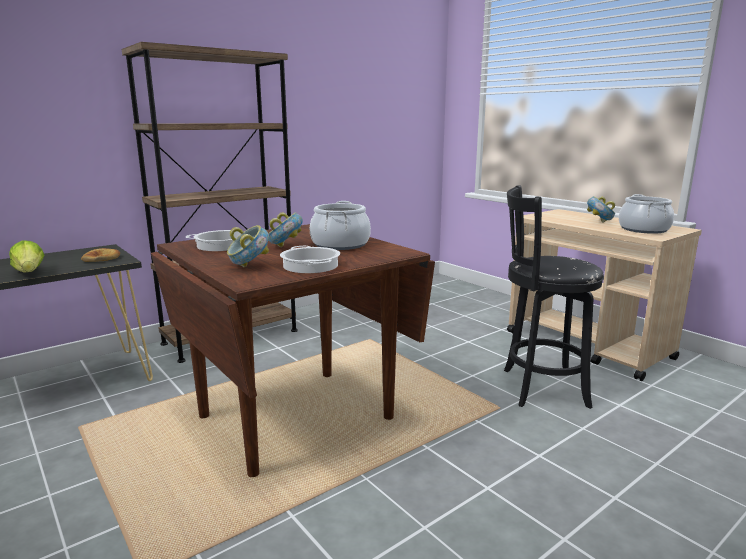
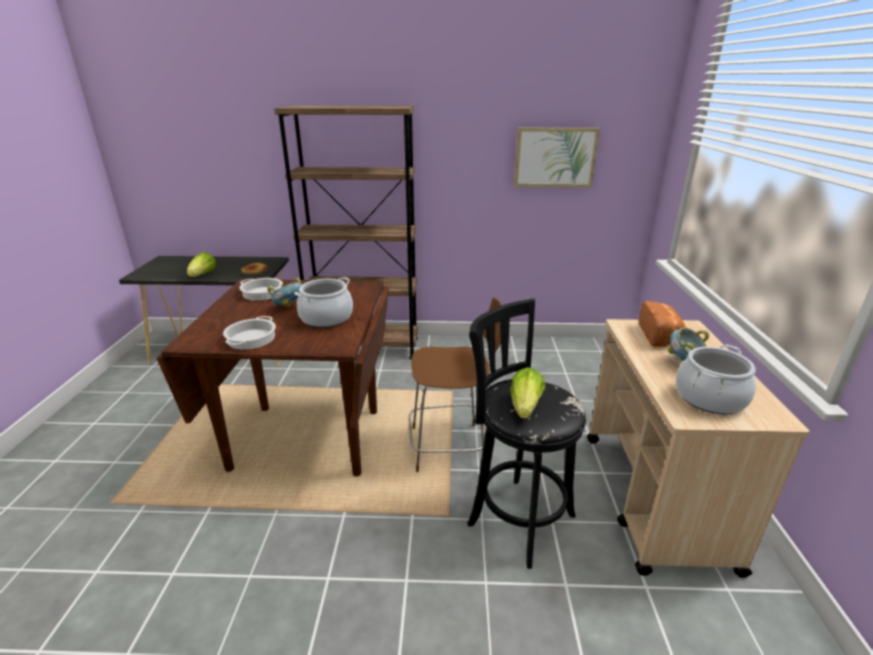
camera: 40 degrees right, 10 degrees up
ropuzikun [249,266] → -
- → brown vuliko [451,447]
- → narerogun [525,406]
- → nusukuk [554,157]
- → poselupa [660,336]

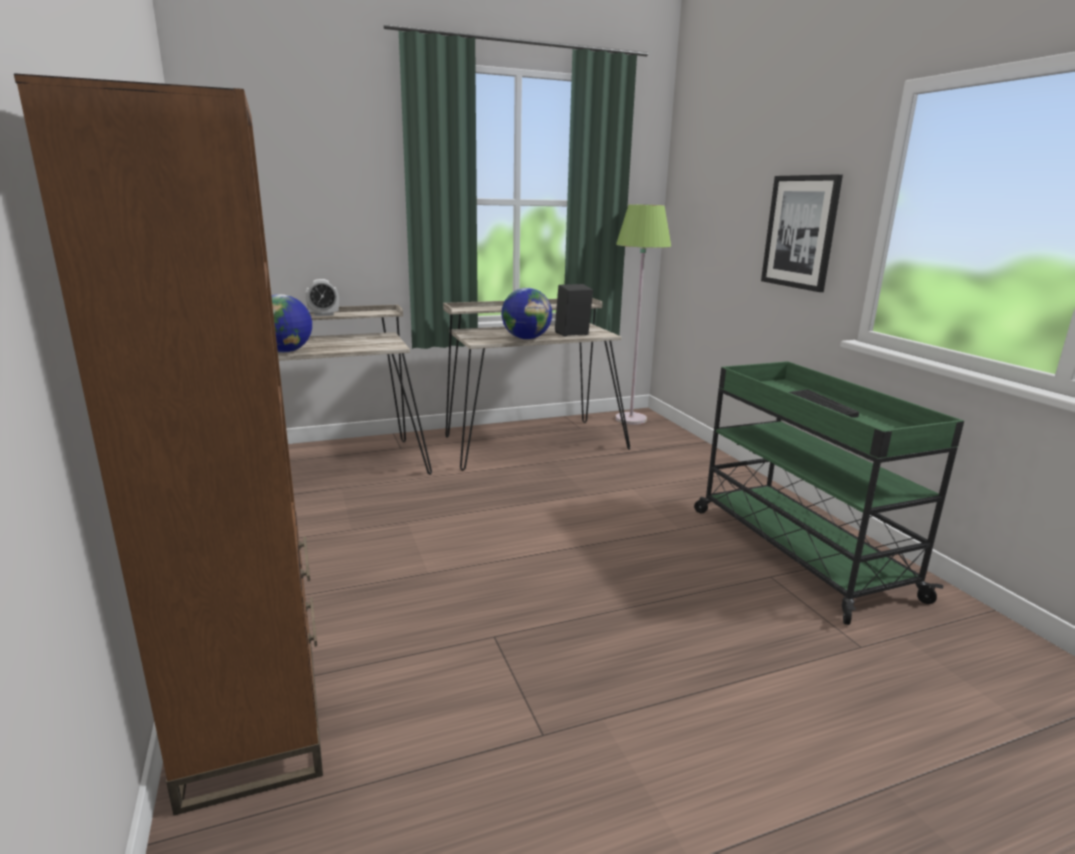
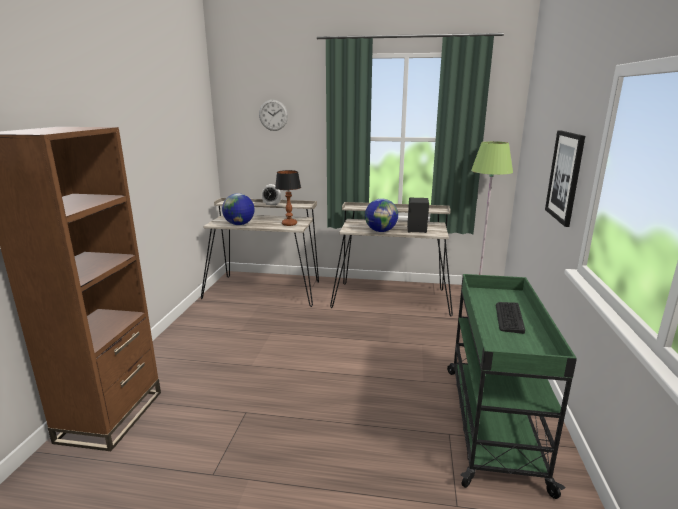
camera: 30 degrees right, 0 degrees up
- → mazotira [273,115]
- → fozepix [289,224]

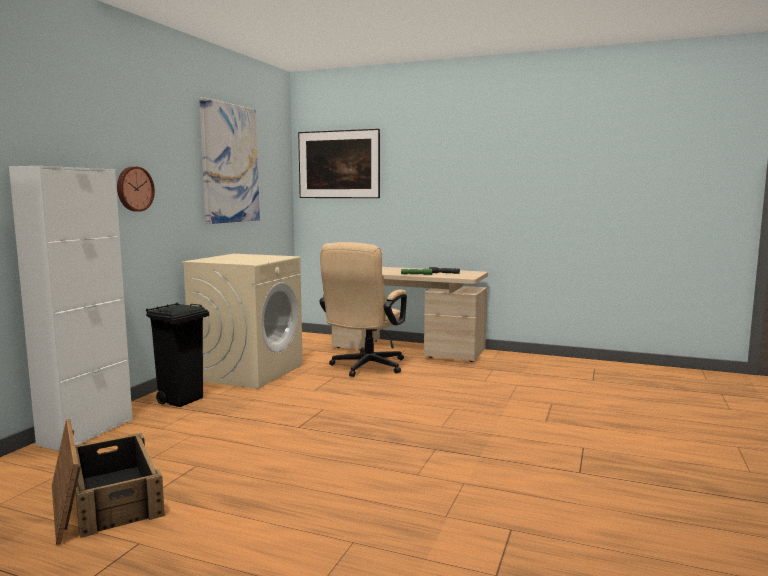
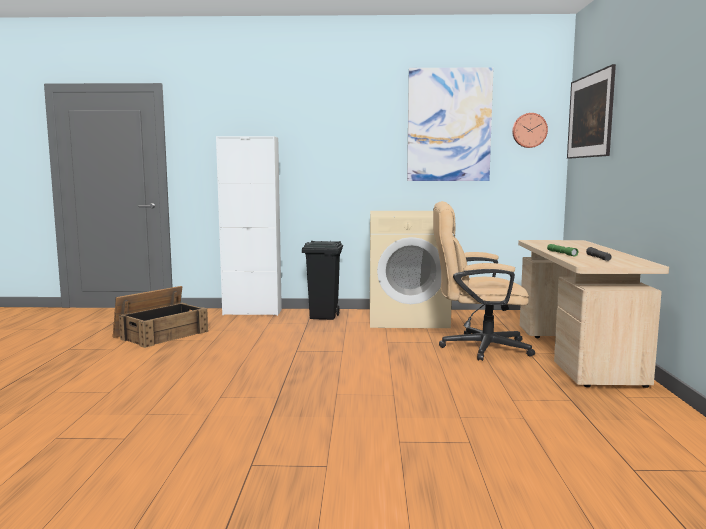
camera: 70 degrees right, 0 degrees up
mazotira [134,189] → mazotira [529,130], move

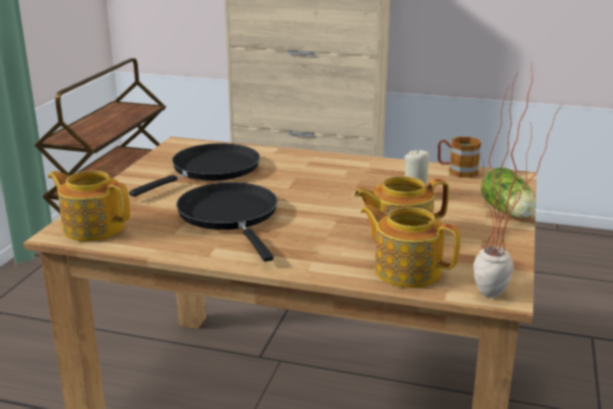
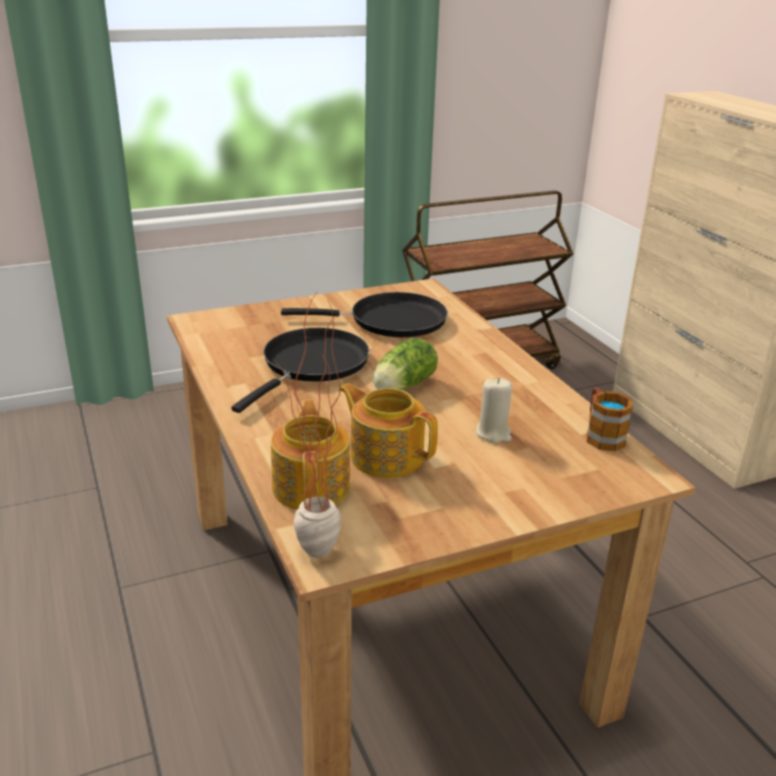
camera: 50 degrees right, 5 degrees up
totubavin [93,227] → -
narerogun [508,213] → narerogun [401,386], move

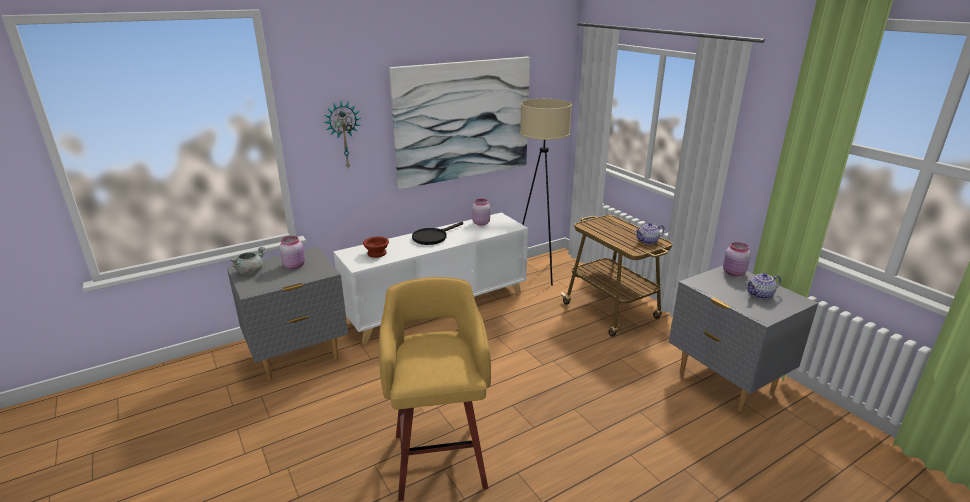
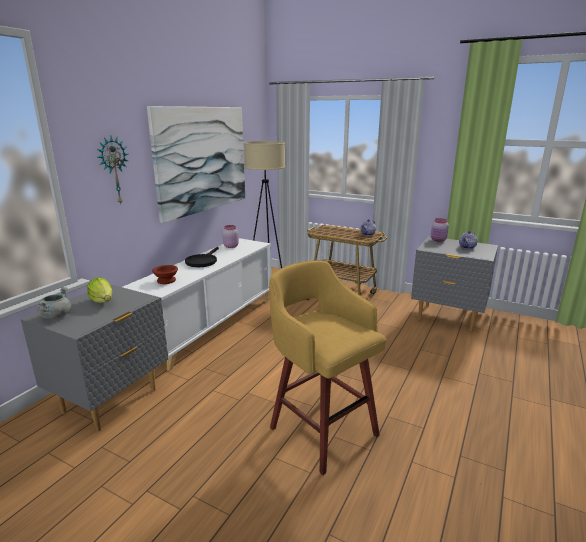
camera: 30 degrees left, 5 degrees down
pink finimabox [294,265] → narerogun [103,301]

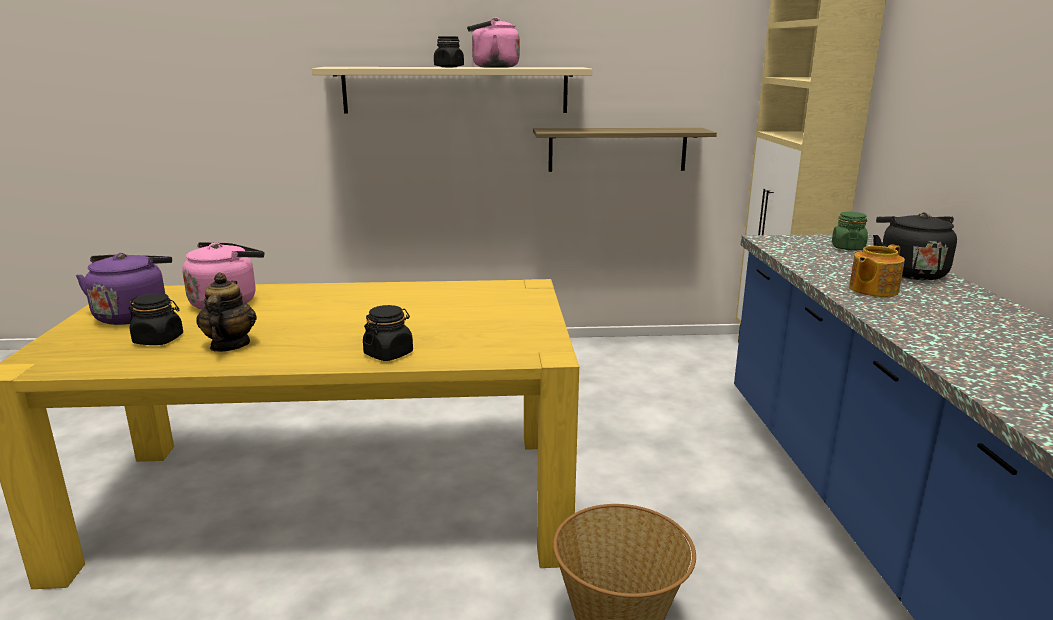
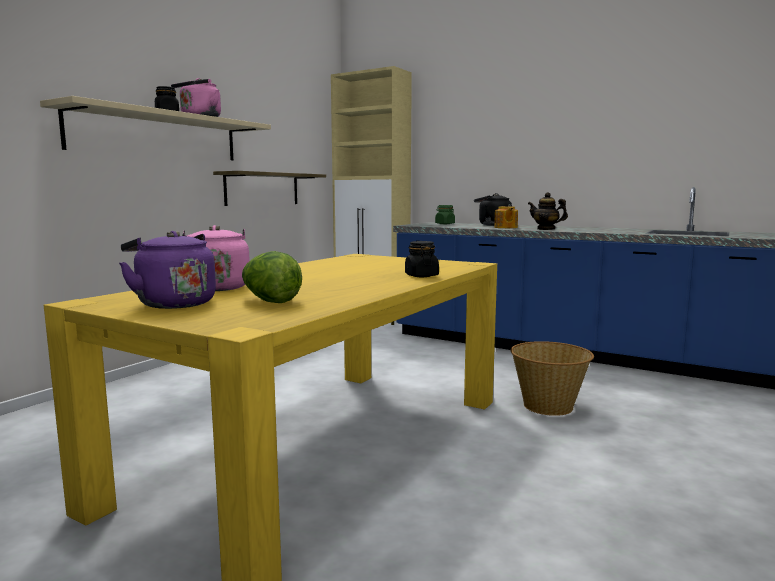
camera: 55 degrees left, 10 degrees down
totubavin [229,345] → totubavin [546,229], move
black finimabox [159,340] → narerogun [270,301]

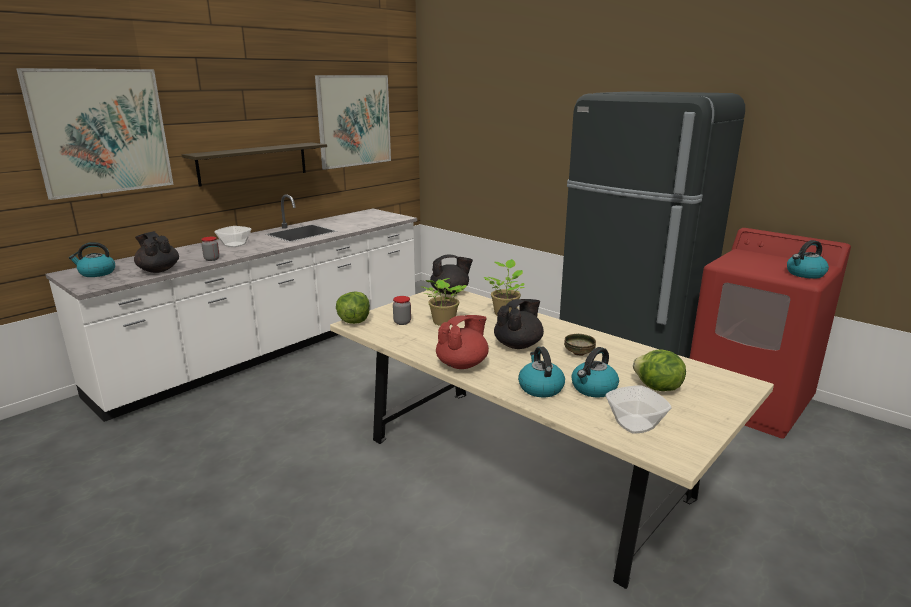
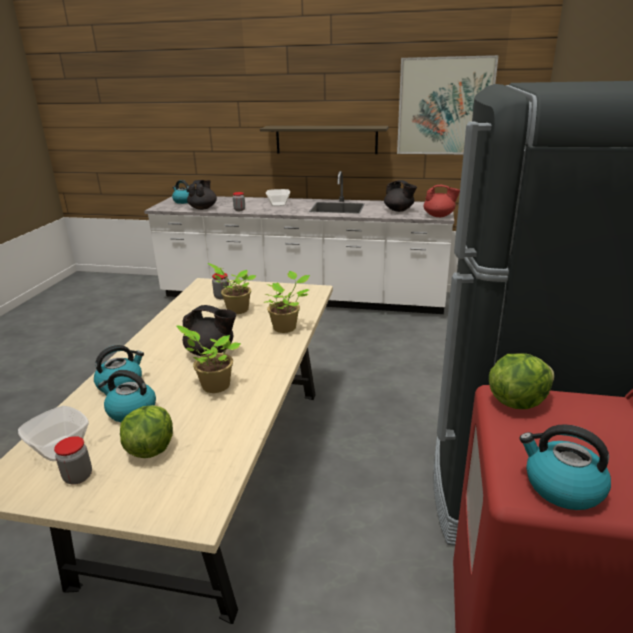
camera: 60 degrees right, 5 degrees up
nusukuk [101,132] → -
- → finimabox [78,477]
narerogun [354,321] → narerogun [516,401], move
black totubavin [450,292] → black totubavin [399,210], move
red totubavin [462,364] → red totubavin [439,216], move
ropuzikun [579,353] → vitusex [213,385]

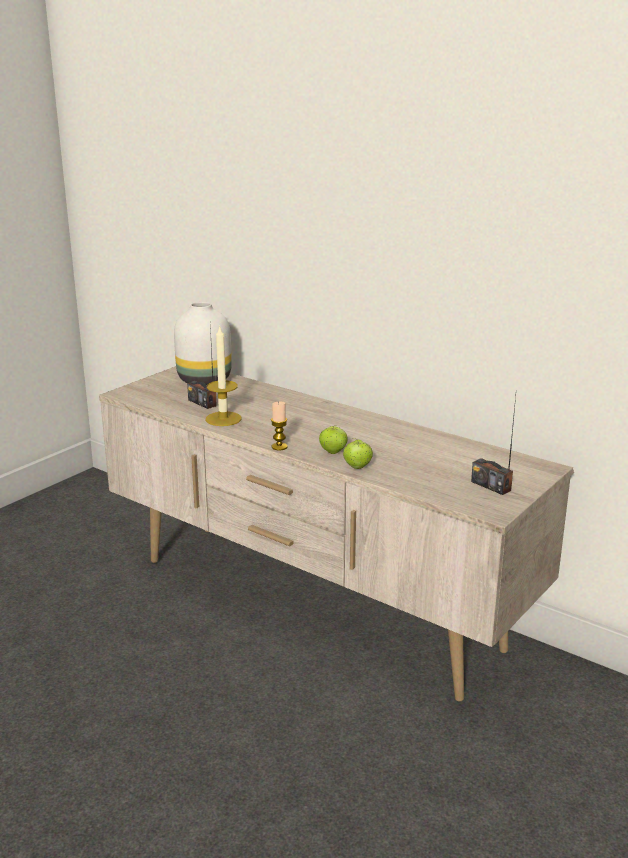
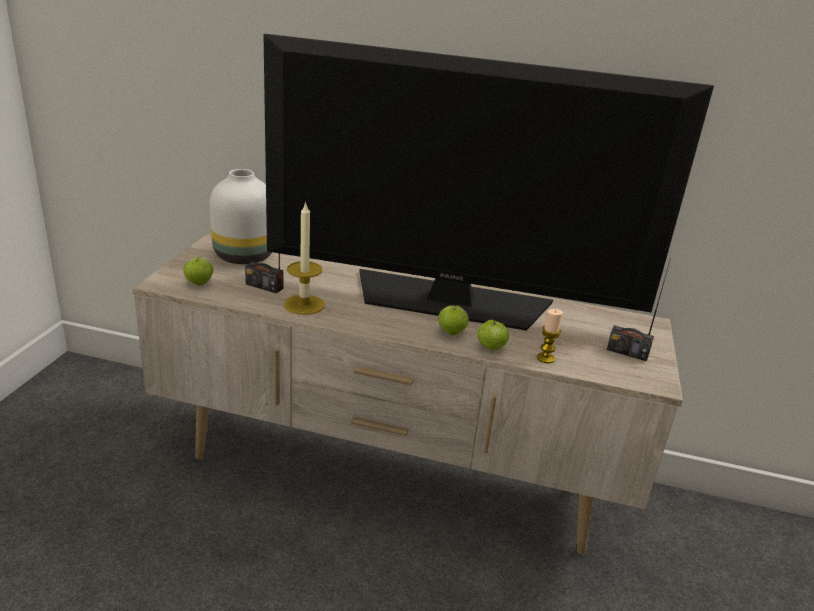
camera: 25 degrees left, 5 degrees up
- → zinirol [199,283]
- → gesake [450,301]
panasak [279,447] → panasak [545,358], move

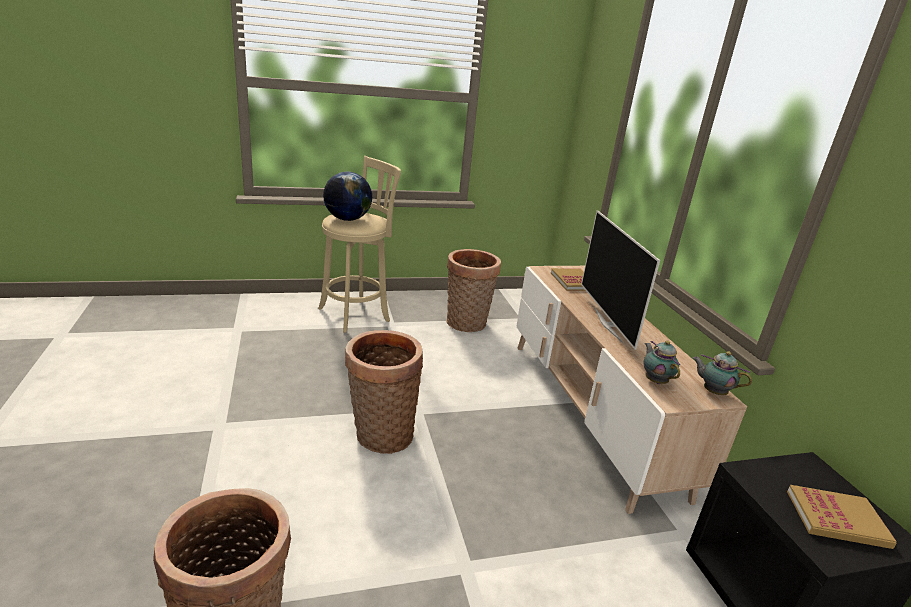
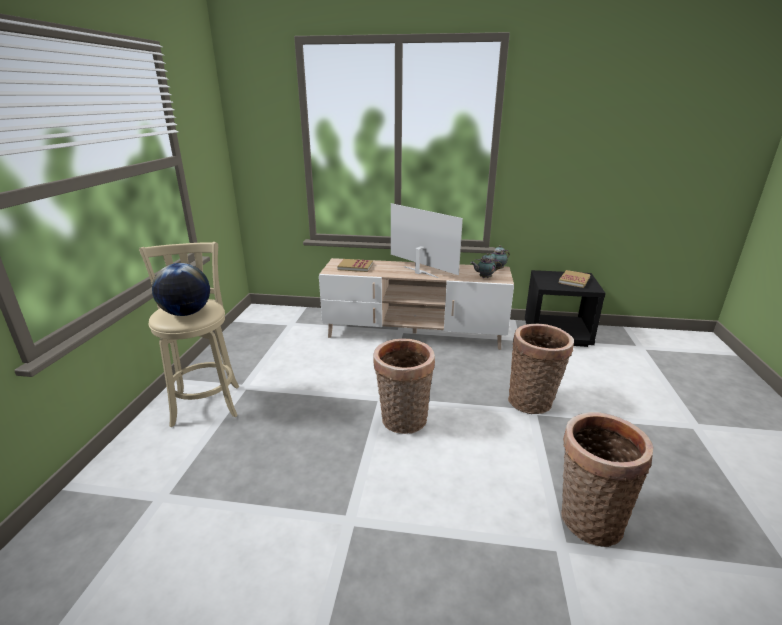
camera: 65 degrees left, 0 degrees up
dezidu [466,324] → dezidu [533,402], move
gesake [608,324] → gesake [419,272], 150 degrees counterclockwise

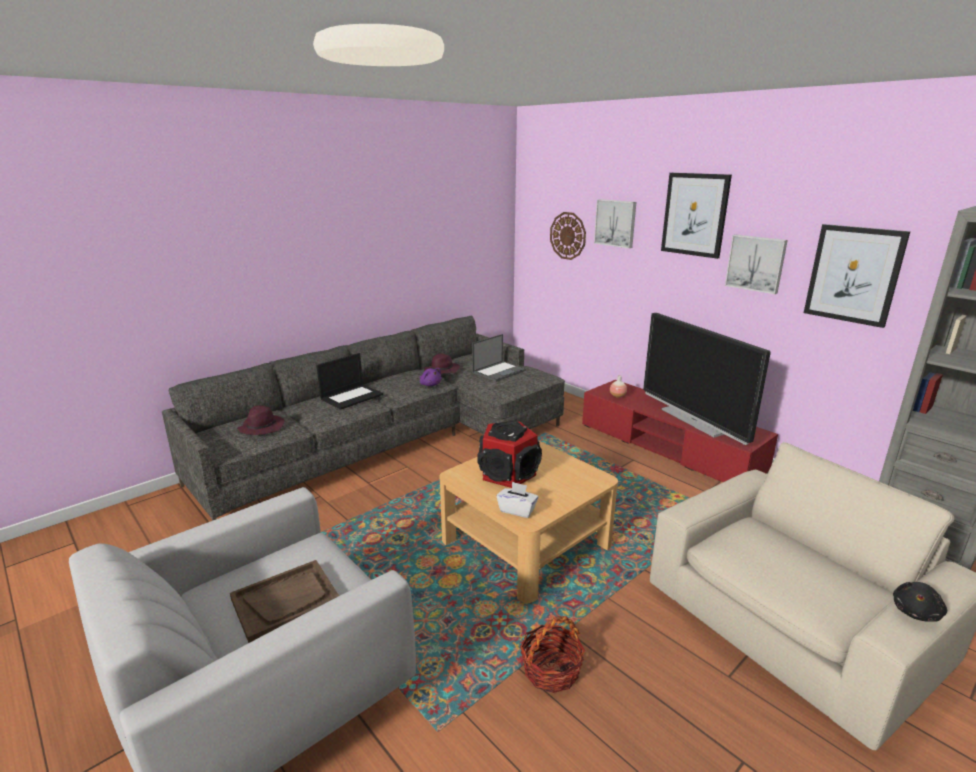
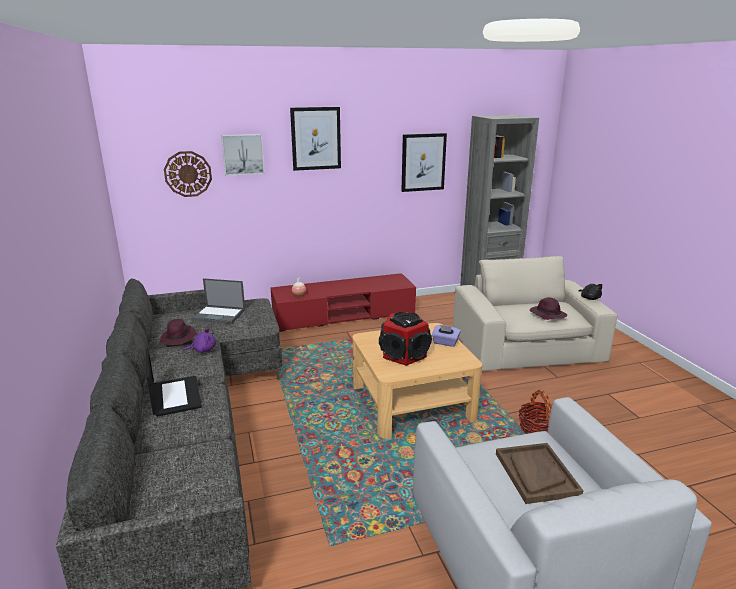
camera: 65 degrees left, 0 degrees up
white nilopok [517,510] → -
gesake [694,420] → -
nusukuk [756,263] → -
- → purple nilopok [445,343]
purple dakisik [261,427] → purple dakisik [547,315], move
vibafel [499,371] → vibafel [219,315], 120 degrees clockwise

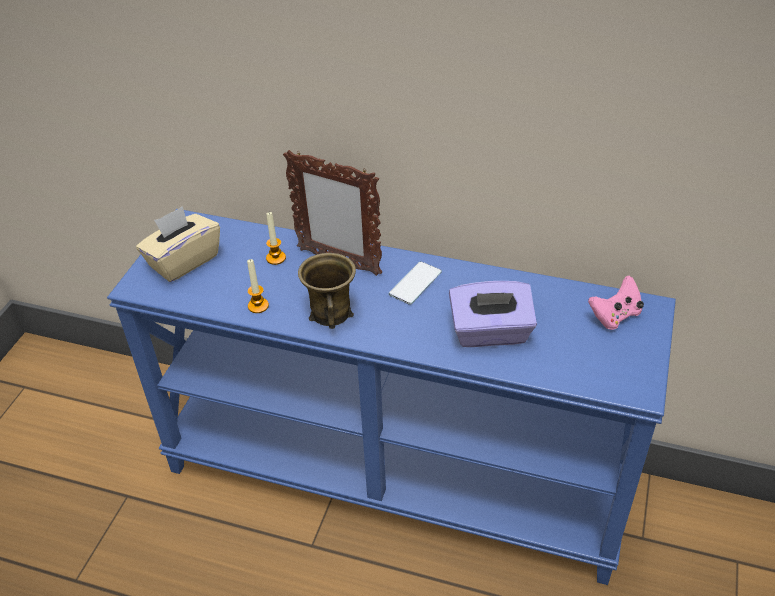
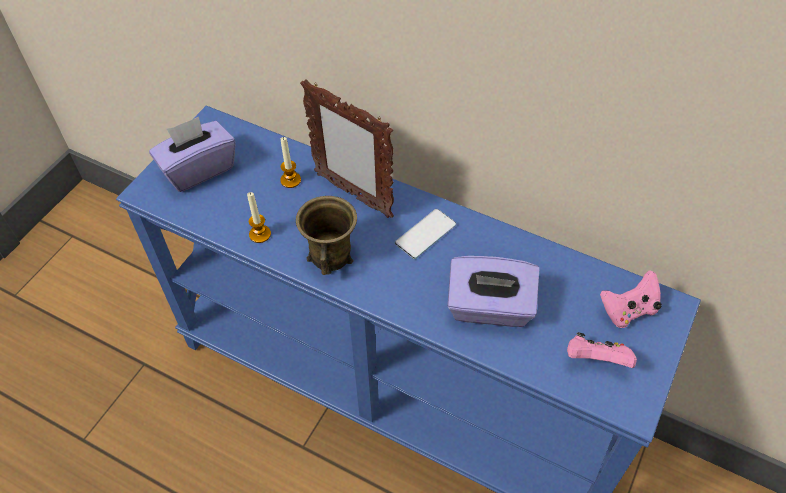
camera: 10 degrees right, 10 degrees up
- → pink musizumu [596,360]
beige nilopok [183,261] → purple nilopok [198,169]

